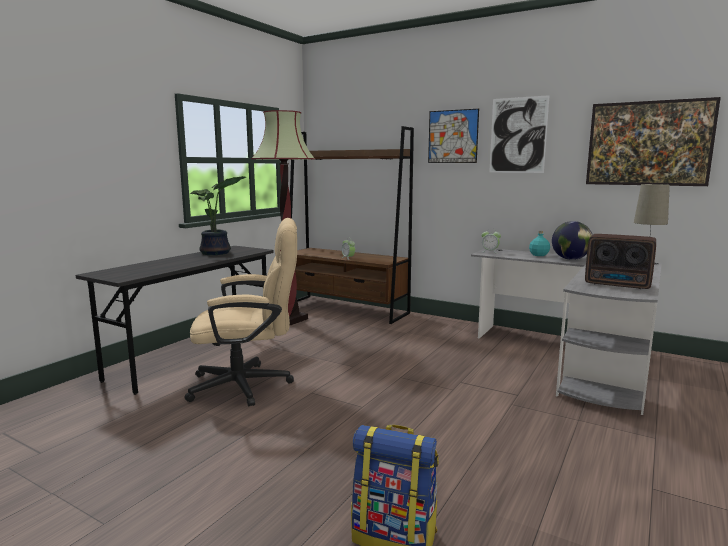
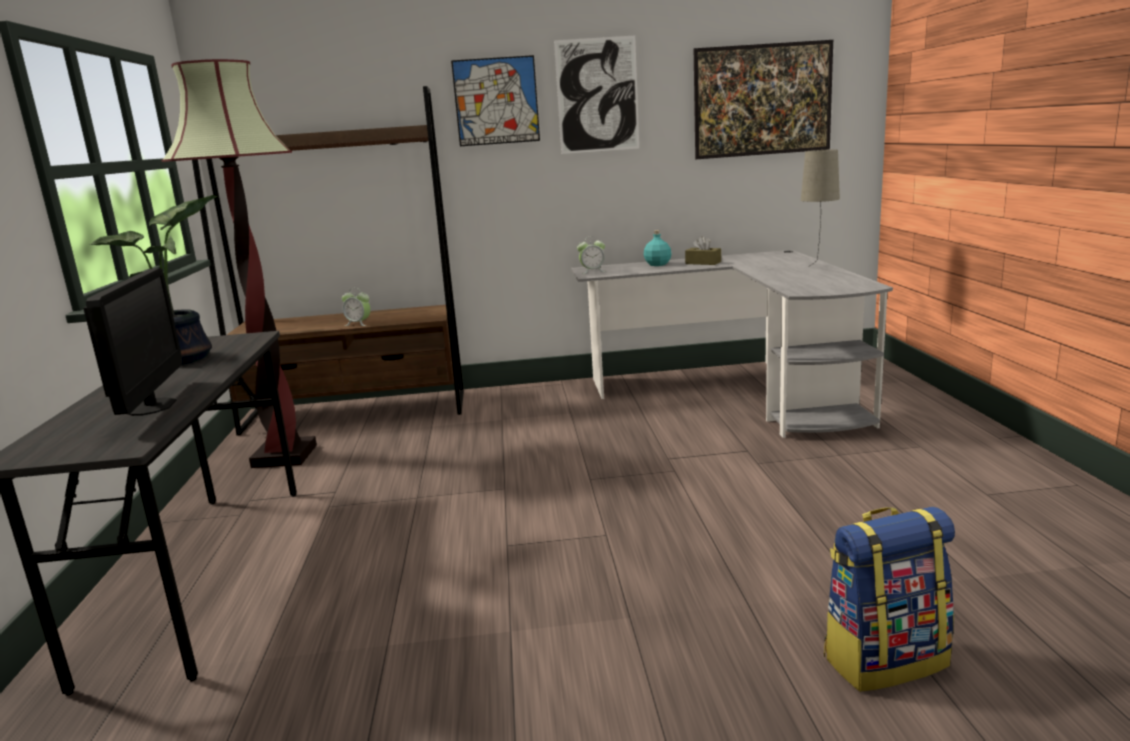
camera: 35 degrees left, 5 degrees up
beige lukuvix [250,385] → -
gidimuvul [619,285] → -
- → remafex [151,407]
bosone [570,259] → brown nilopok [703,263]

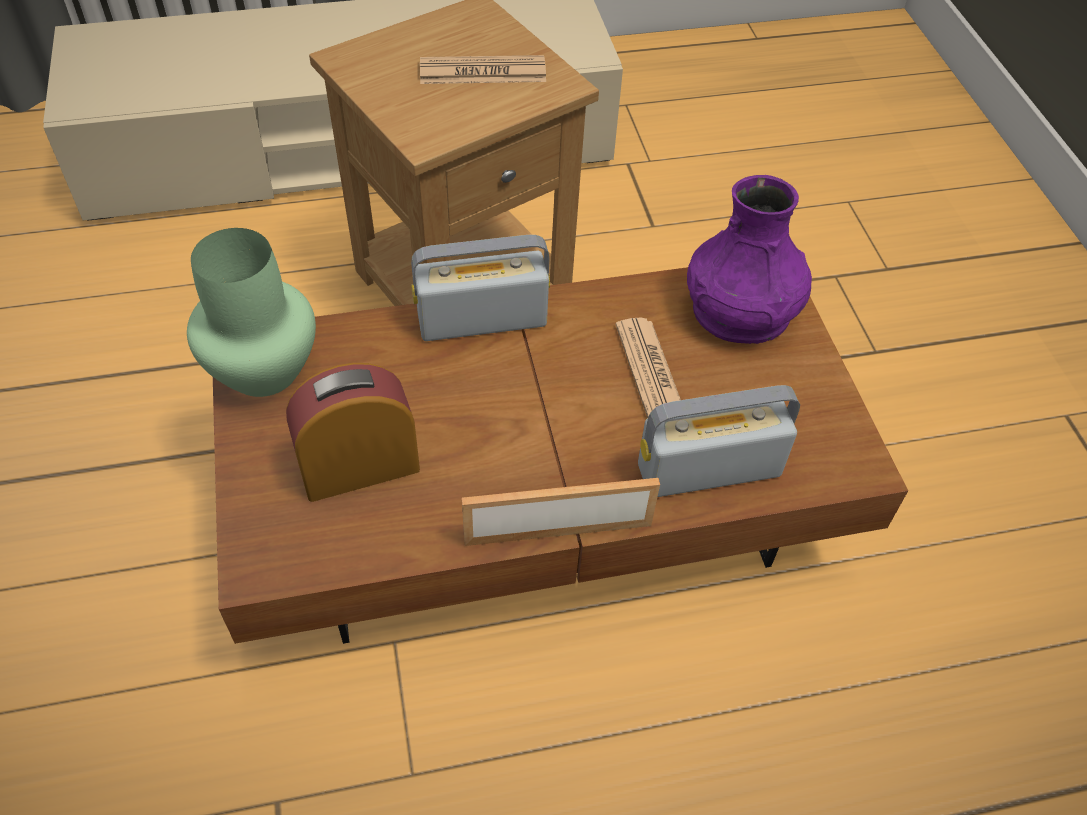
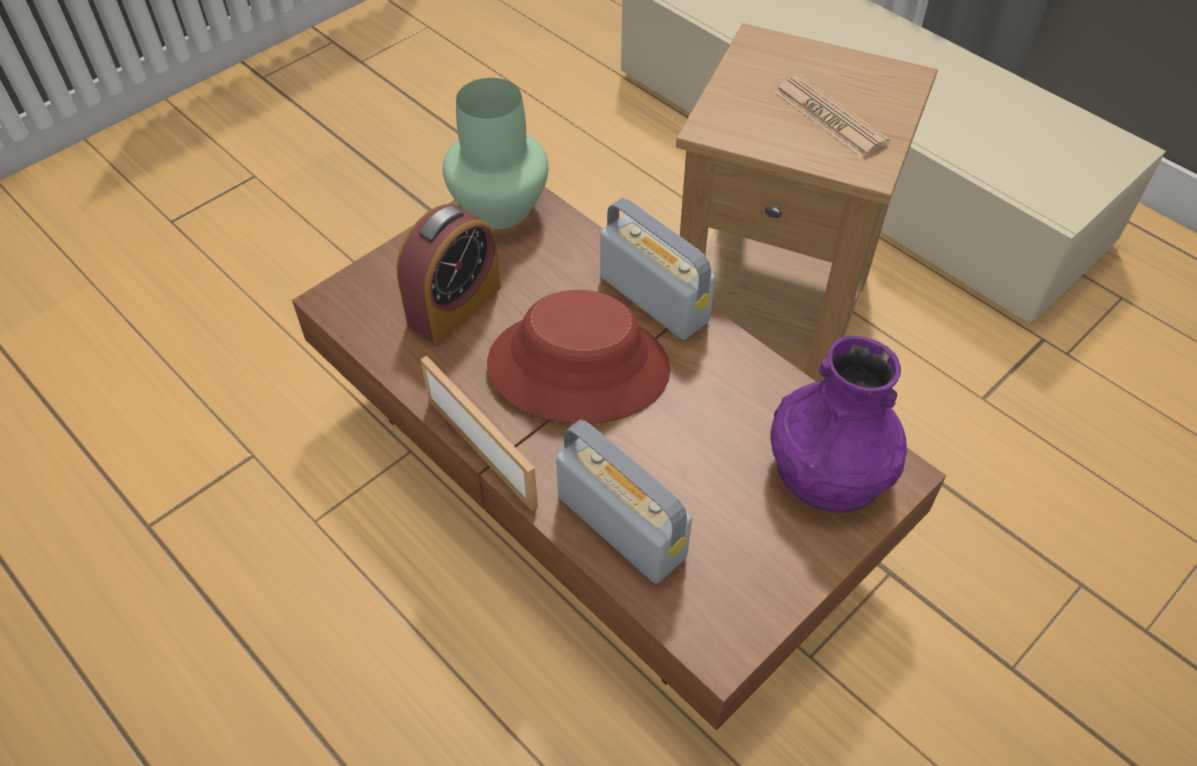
camera: 60 degrees right, 0 degrees up
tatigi [650,371] → -
- → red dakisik [579,367]
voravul [359,467] → voravul [454,306], 90 degrees clockwise

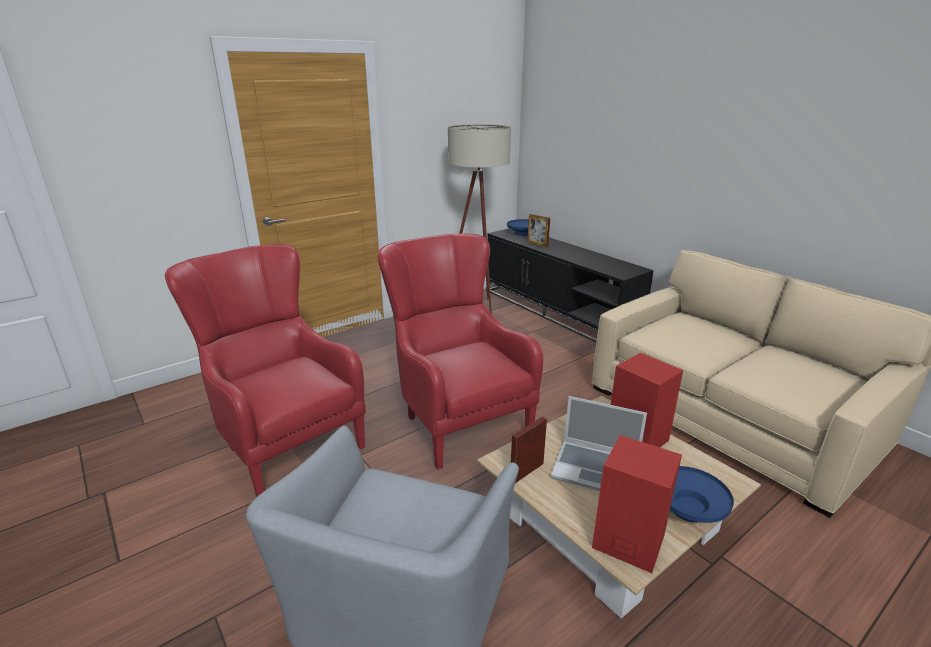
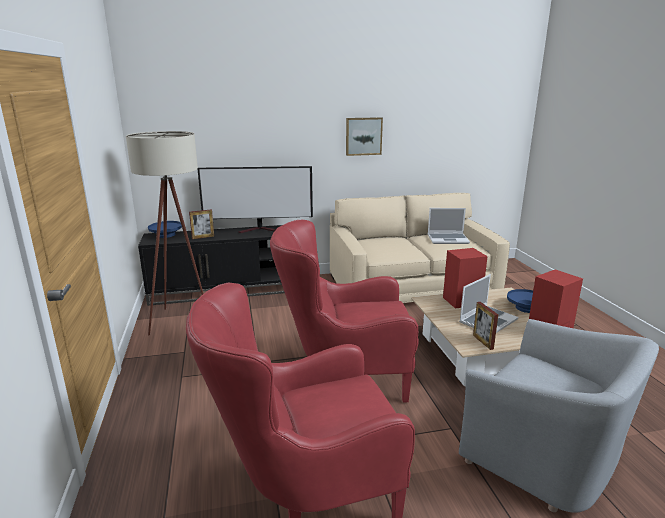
camera: 65 degrees left, 5 degrees down
- → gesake [261,230]
- → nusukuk [363,136]
- → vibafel [448,239]

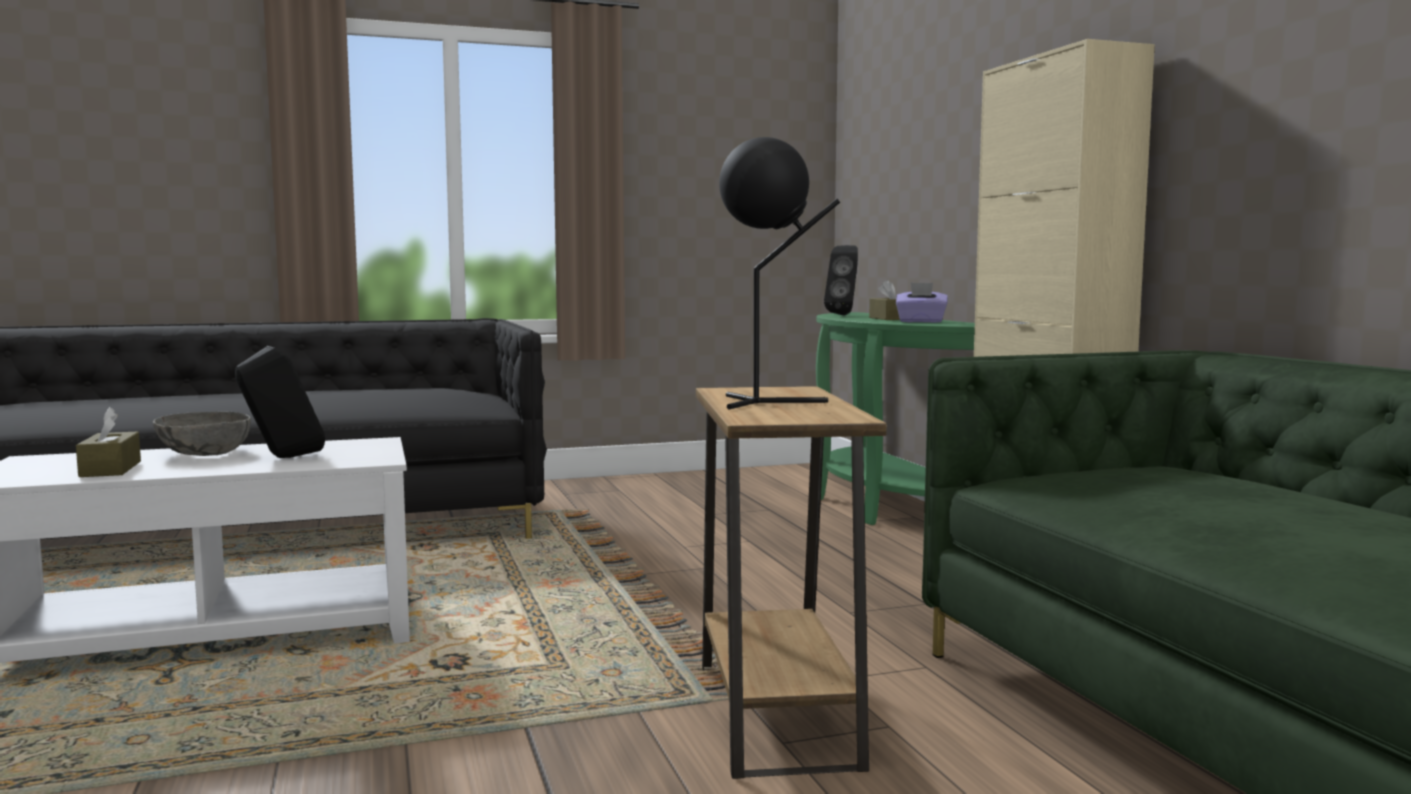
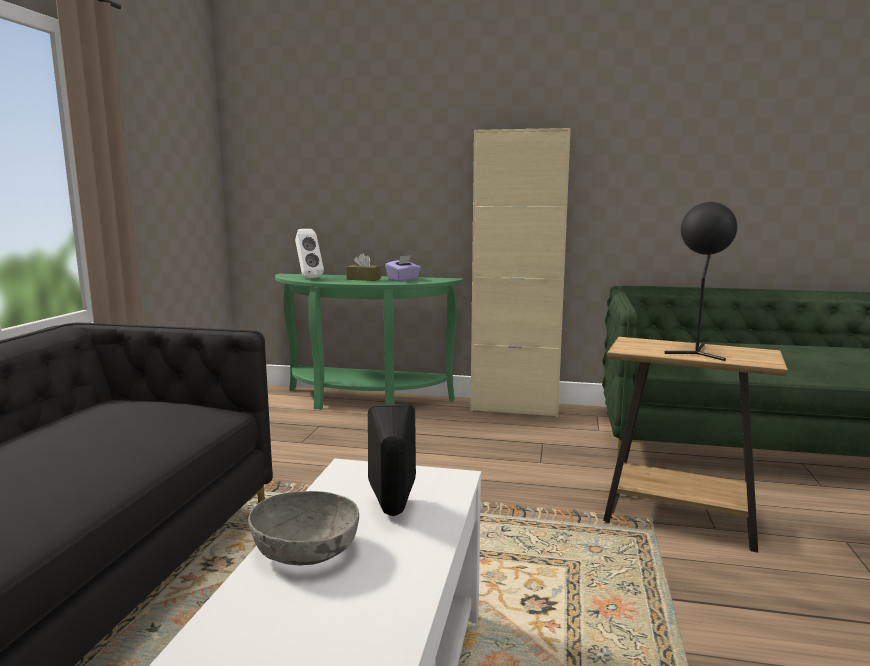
camera: 60 degrees left, 5 degrees up
brown nilopok [110,469] → -
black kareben [844,315] → white kareben [307,278]

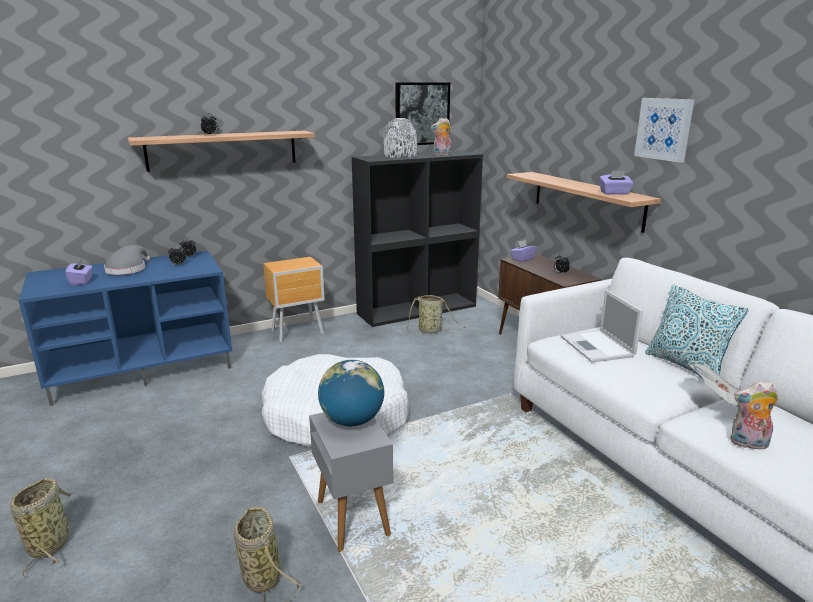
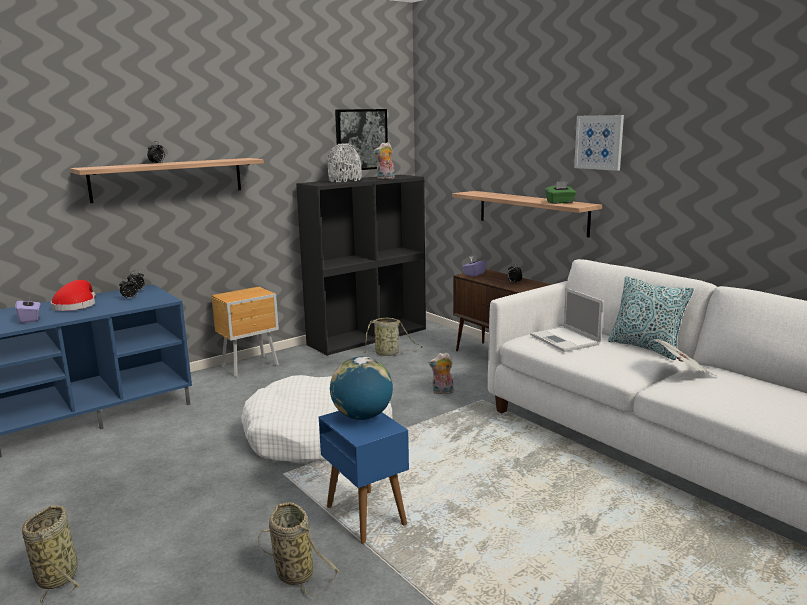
camera: 10 degrees left, 5 degrees down
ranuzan [748,444] → ranuzan [442,392], move
grey dakisik [128,269] → red dakisik [76,305]
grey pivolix [352,517] → blue pivolix [365,515]
purple nilopok [614,193] → green nilopok [560,202]

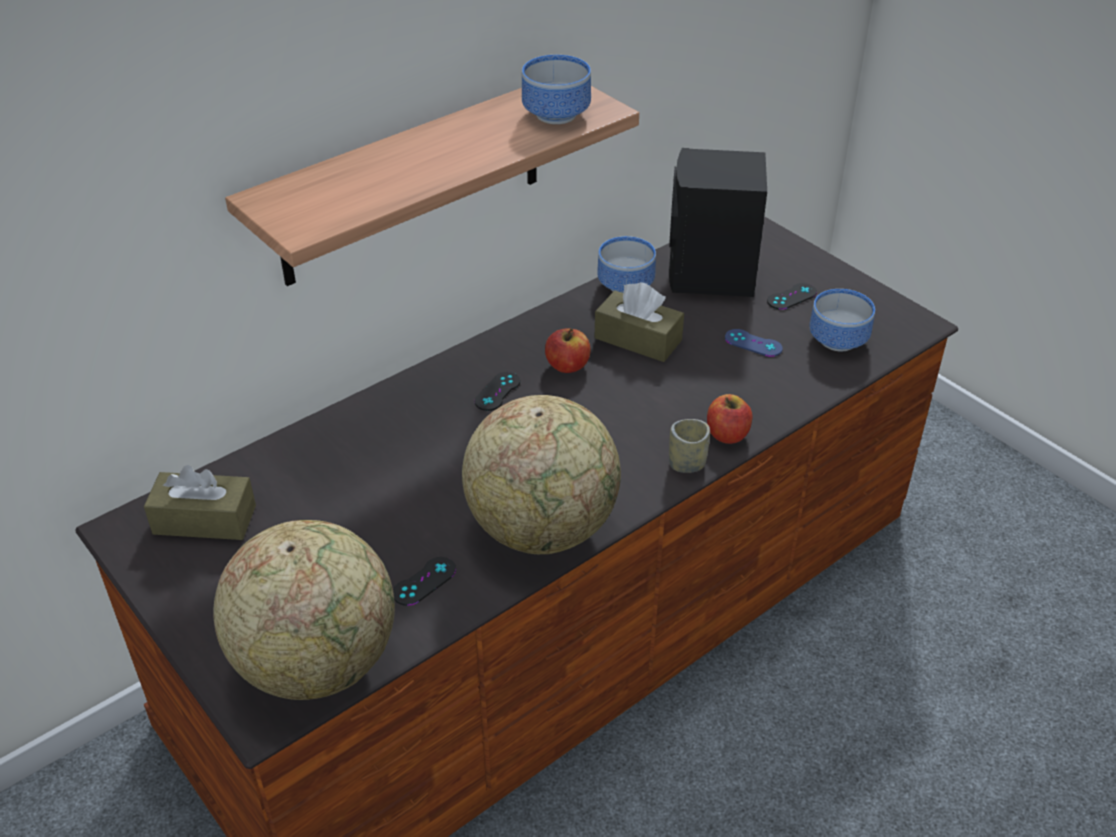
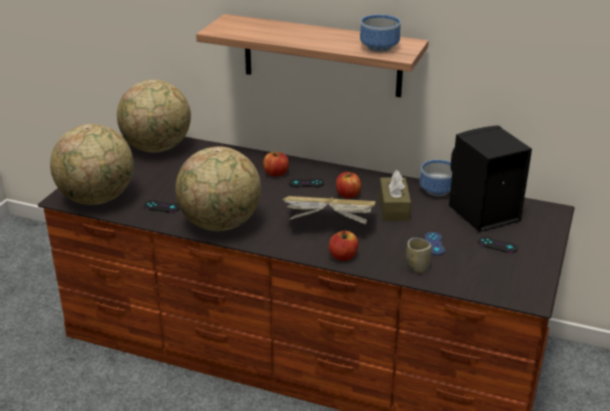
camera: 60 degrees right, 10 degrees down
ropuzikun [837,338] → -
- → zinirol [276,173]
- → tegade [329,225]
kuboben [687,464] → kuboben [417,267], move
brown nilopok [204,520] → bosone [157,148]

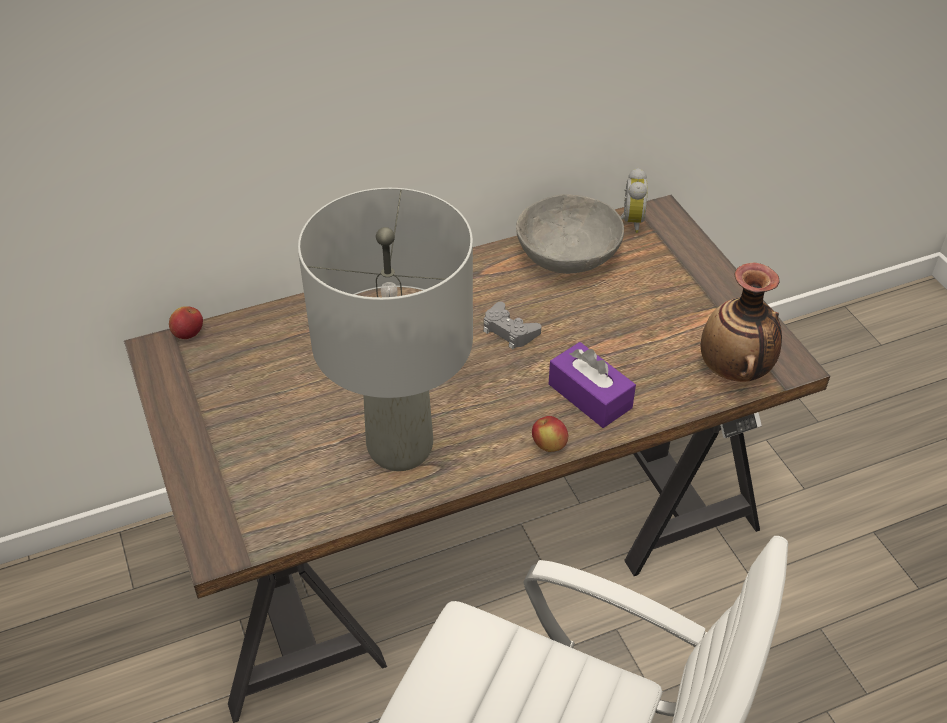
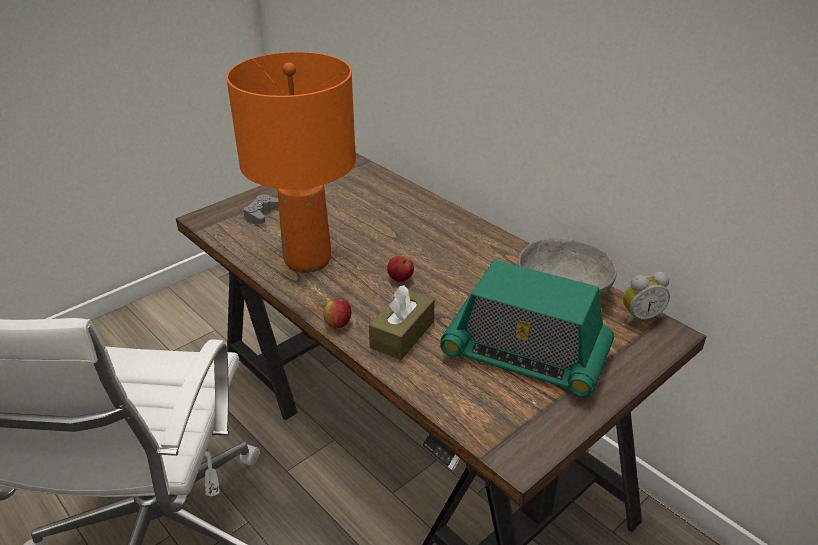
camera: 70 degrees right, 10 degrees down
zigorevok [735,370] → -
- → gidimuvul [525,354]
zinirol [188,334] → zinirol [400,279], move
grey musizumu [509,331] → grey musizumu [262,214], move
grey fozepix [401,447] → orange fozepix [308,260]
purple nilopok [590,396] → brown nilopok [402,334]

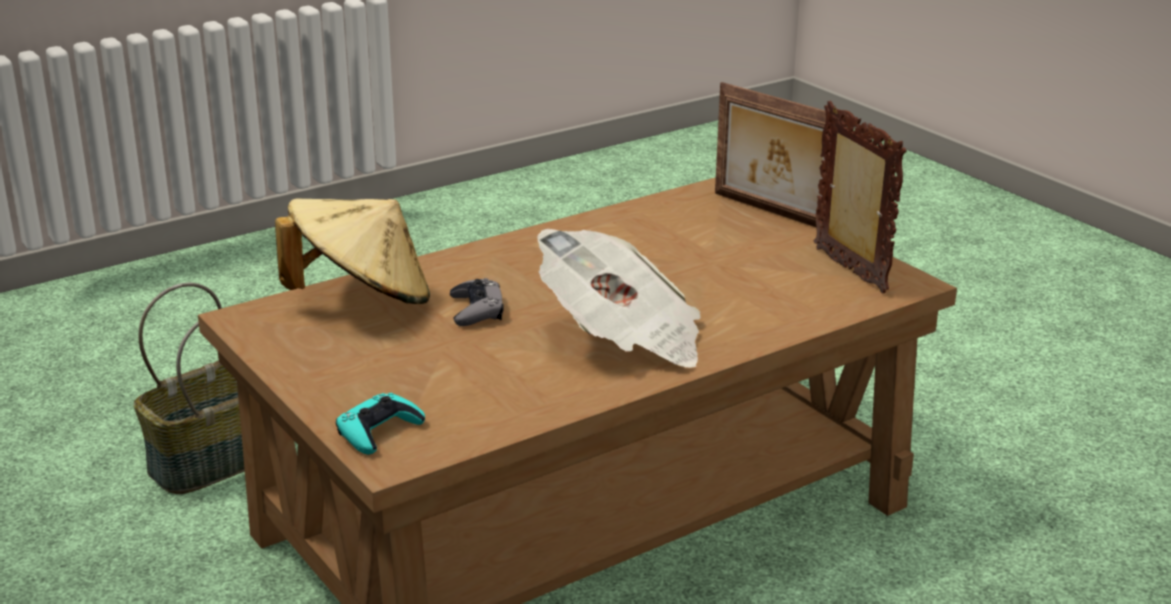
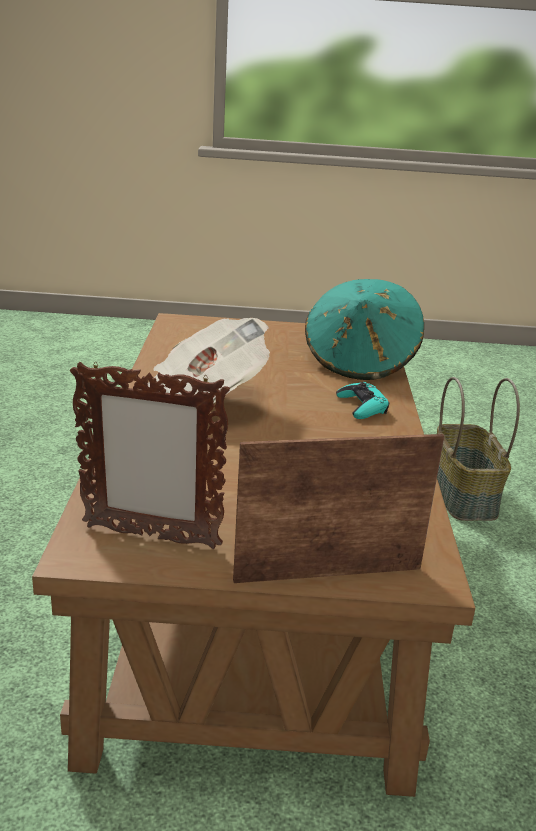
camera: 125 degrees right, 0 degrees up
grey musizumu [476,310] → -
turquoise musizumu [379,431] → turquoise musizumu [362,406], move
beige dakisik [361,299] → turquoise dakisik [360,362]

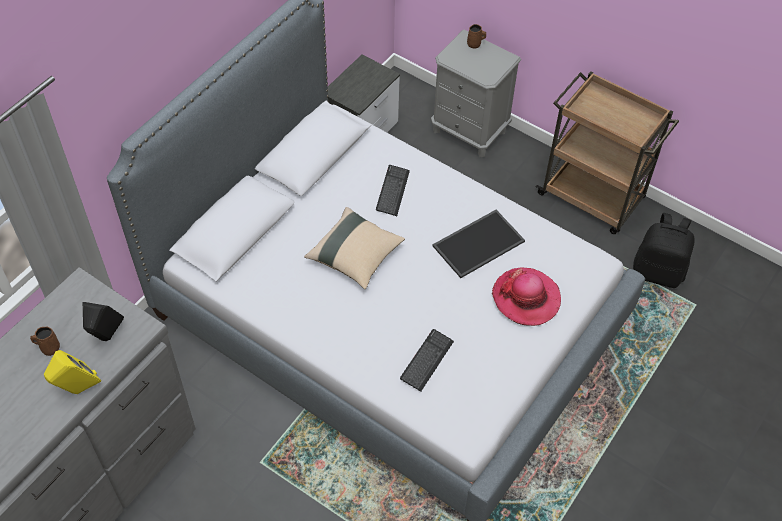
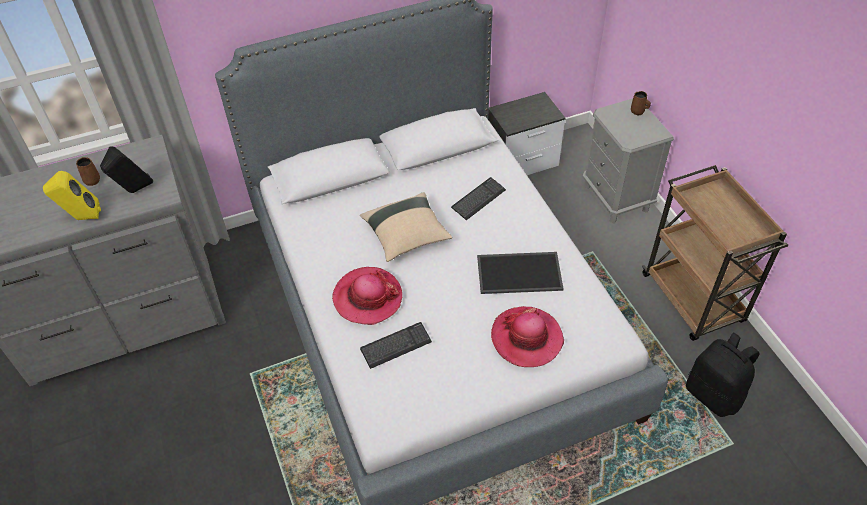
camera: 35 degrees right, 5 degrees down
- → dakisik [367,297]

